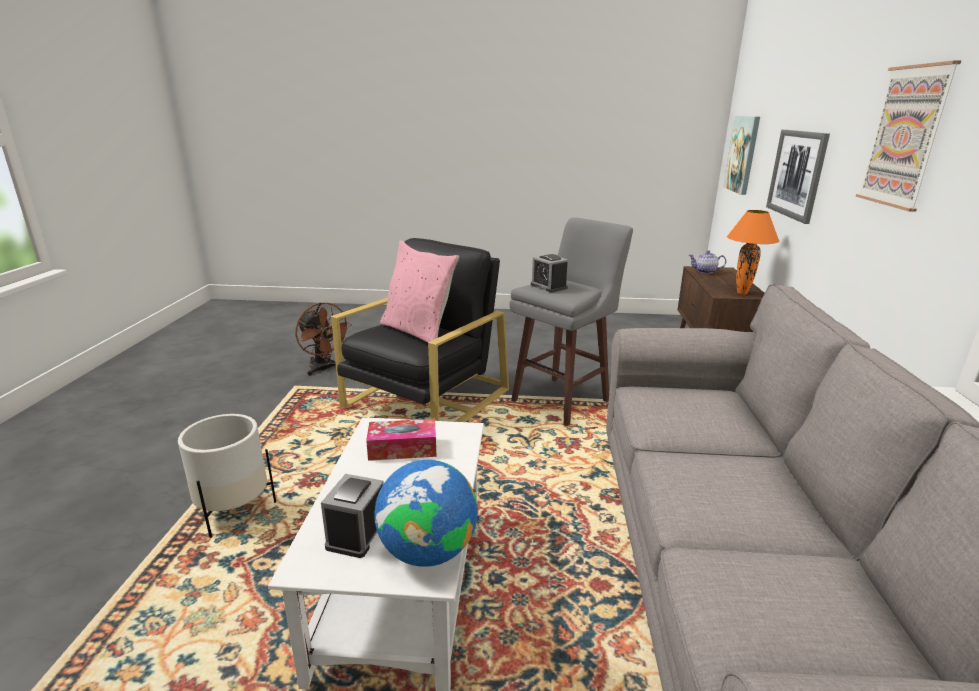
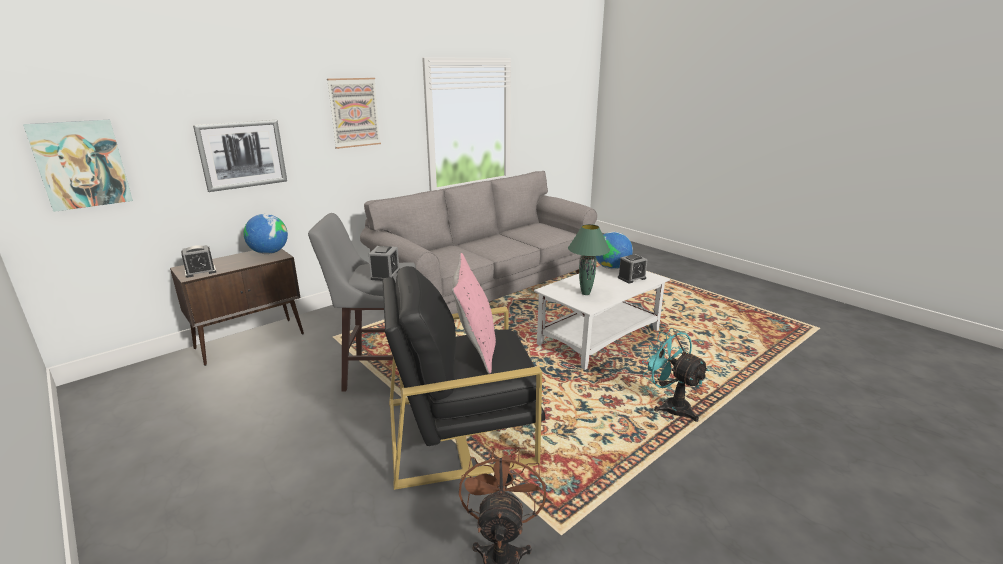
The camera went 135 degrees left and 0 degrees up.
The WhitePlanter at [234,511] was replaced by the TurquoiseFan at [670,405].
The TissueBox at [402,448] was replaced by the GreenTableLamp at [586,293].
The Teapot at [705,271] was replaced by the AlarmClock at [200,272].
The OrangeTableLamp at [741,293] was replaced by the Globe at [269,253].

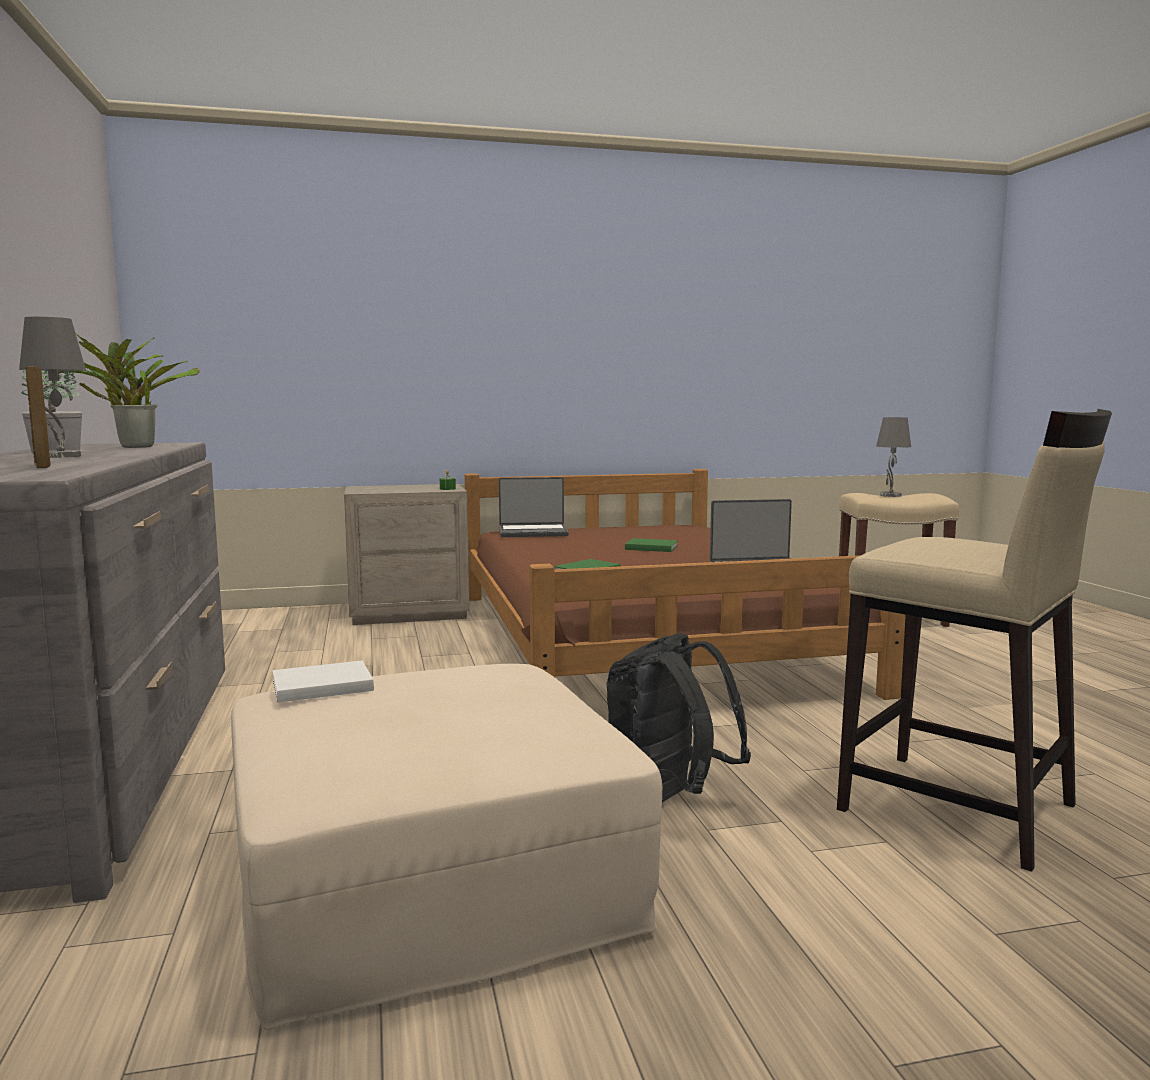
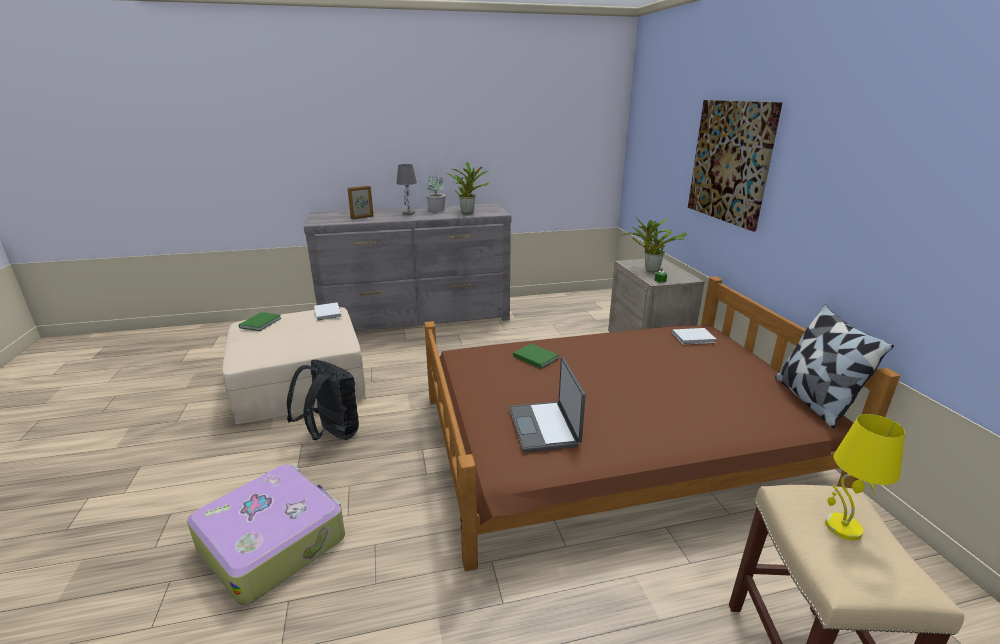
The camera went 90 degrees right and 15 degrees up.
The PottedPlant at [650,269] appeared.
The Picture at [730,162] appeared.
The Pillow at [813,401] appeared.
The GreenBook moved from [650,547] to [262,322].
The Laptop at [533,532] was replaced by the WhiteBook at [694,338].
The BeigeStool at [959,808] was replaced by the Suitcase at [273,541].
The GreyTableLamp at [890,495] became the YellowTableLamp at [841,527].

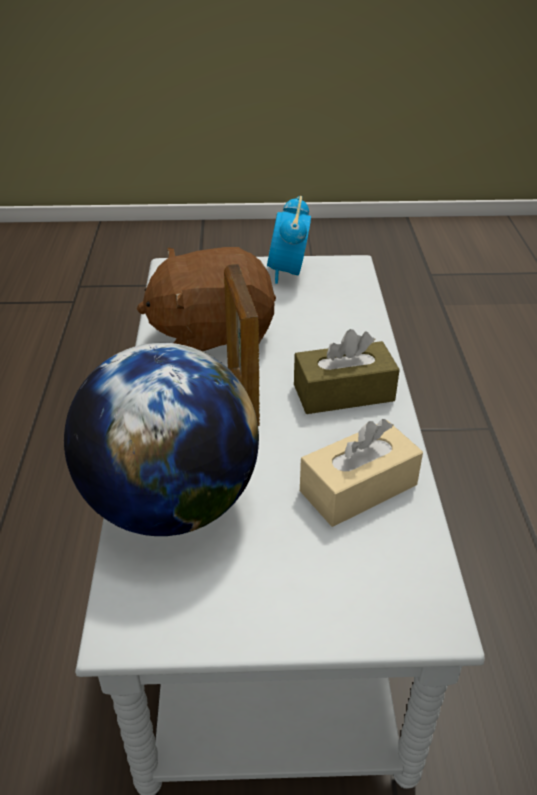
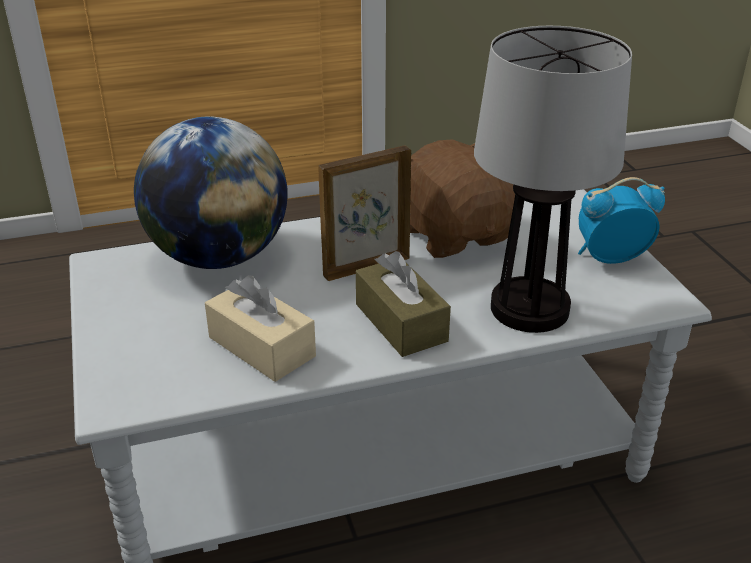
The camera went 75 degrees right and 5 degrees down.
The TableLamp at [528,308] appeared.

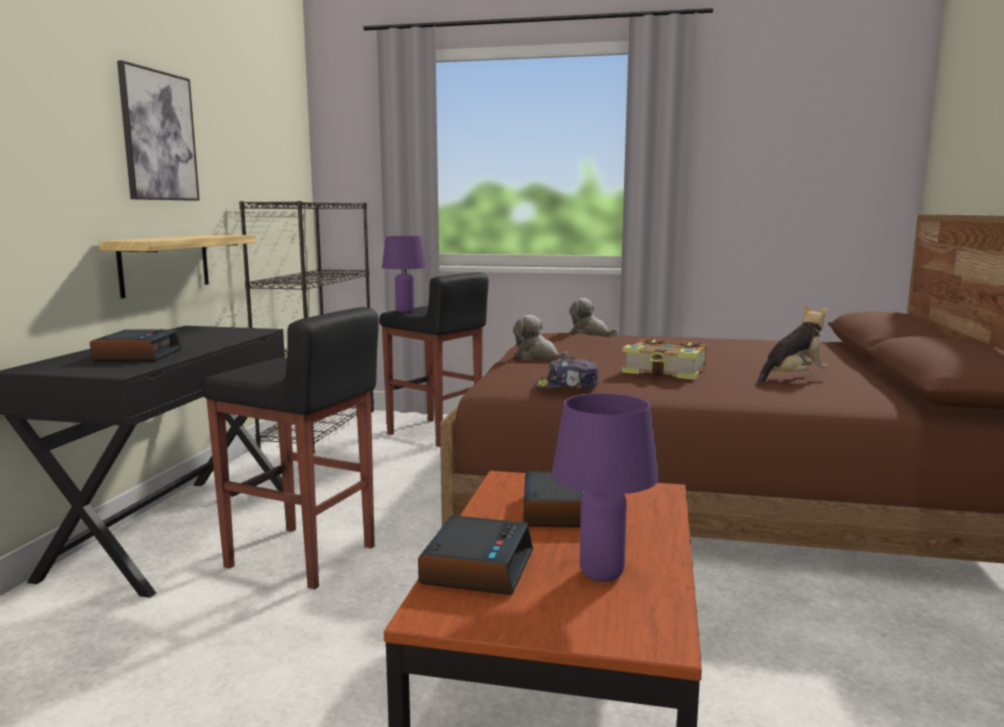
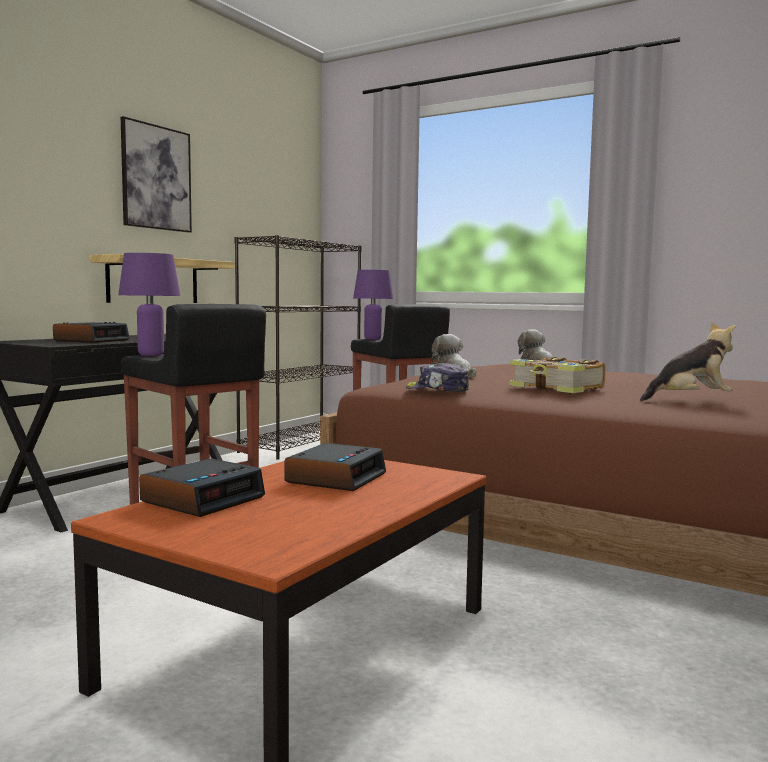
The camera went 20 degrees right and 5 degrees down.
The PurpleTableLamp moved from [600,574] to [150,355].

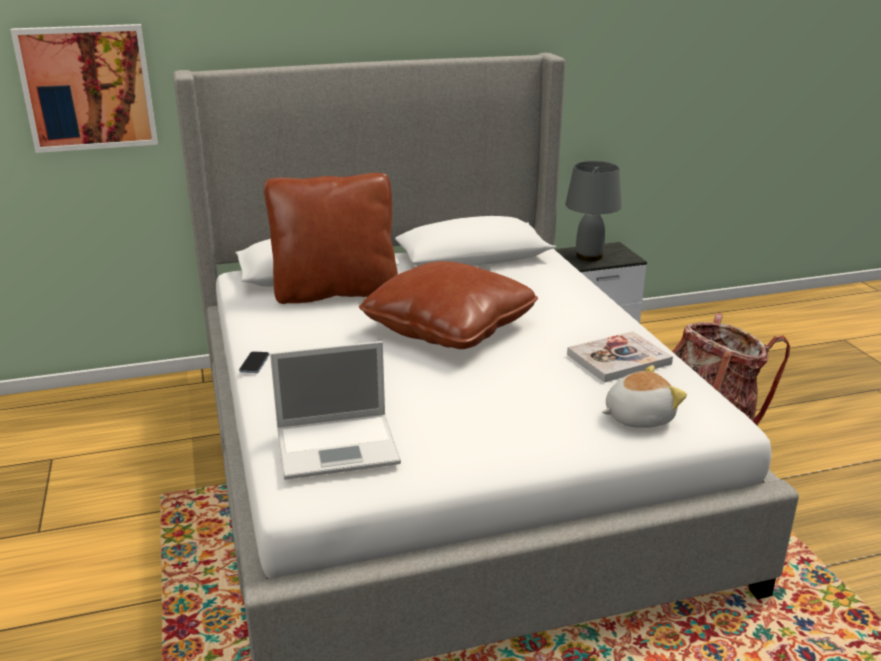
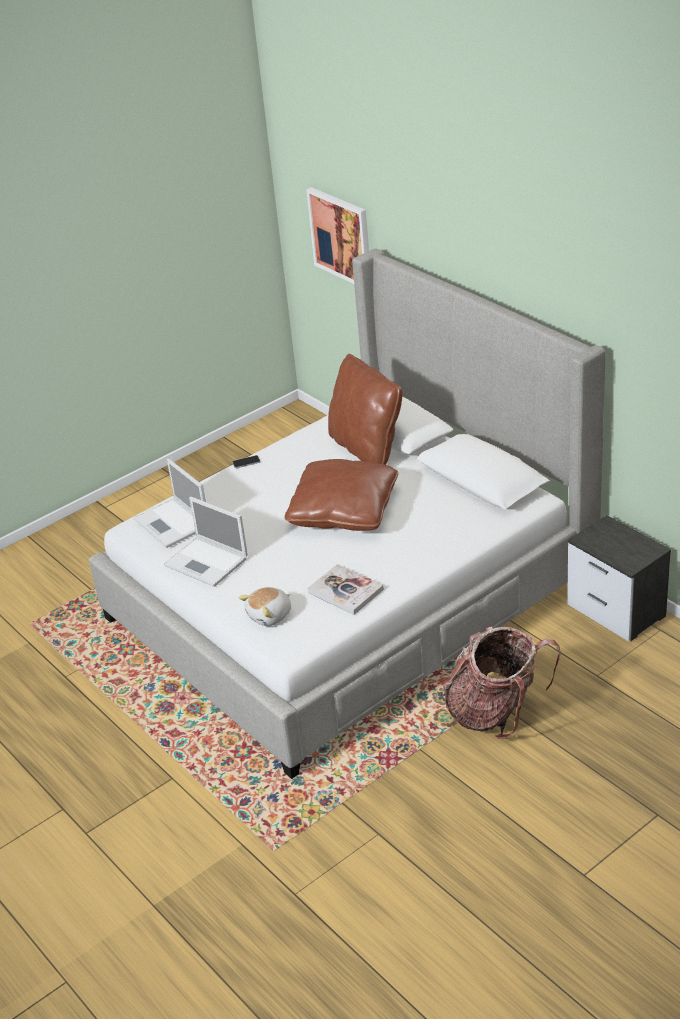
The camera went 70 degrees right and 10 degrees up.
The GreyTableLamp at [589,256] disappeared.
The Laptop at [207,562] appeared.
The PlushToy at [637,417] turned 90 degrees clockwise.

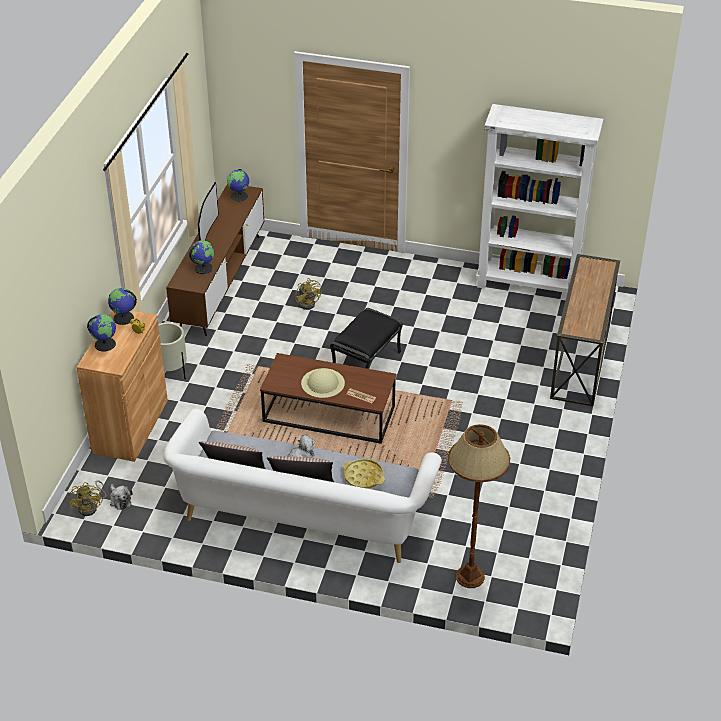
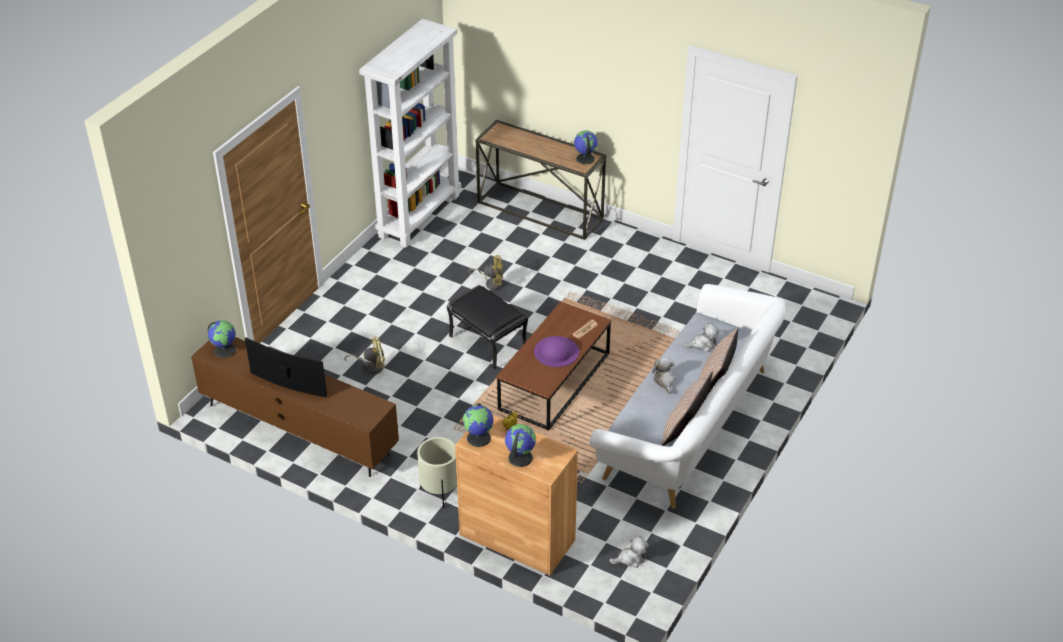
The camera went 75 degrees left and 0 degrees up.
The BrownFloorLamp at [469,577] disappeared.
The YellowFan moved from [91,507] to [491,283].
The Globe moved from [203,268] to [584,159].
The YellowTray at [363,477] was replaced by the PlushToy at [702,344].
The BeigeHat at [322,383] became the PurpleHat at [556,351].

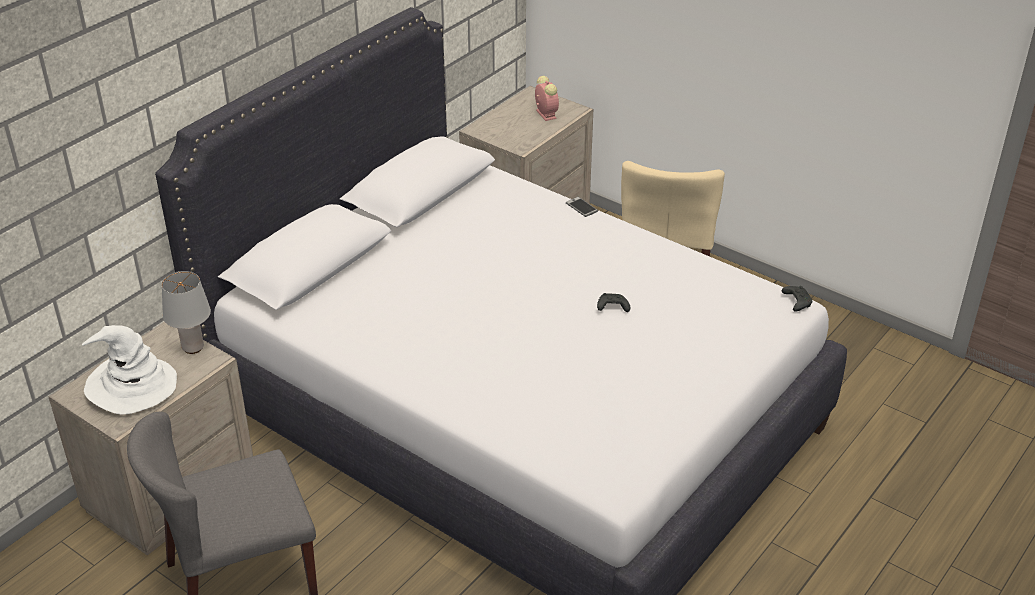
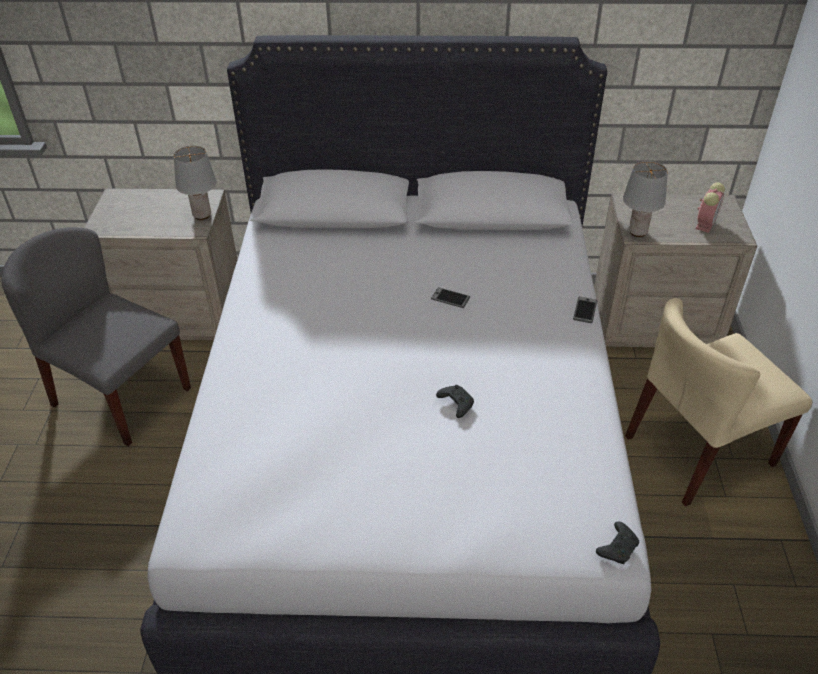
The camera went 55 degrees right and 5 degrees up.
The WhiteHat at [130,385] disappeared.
The Phone at [450,298] appeared.
The GreyTableLamp at [637,232] appeared.

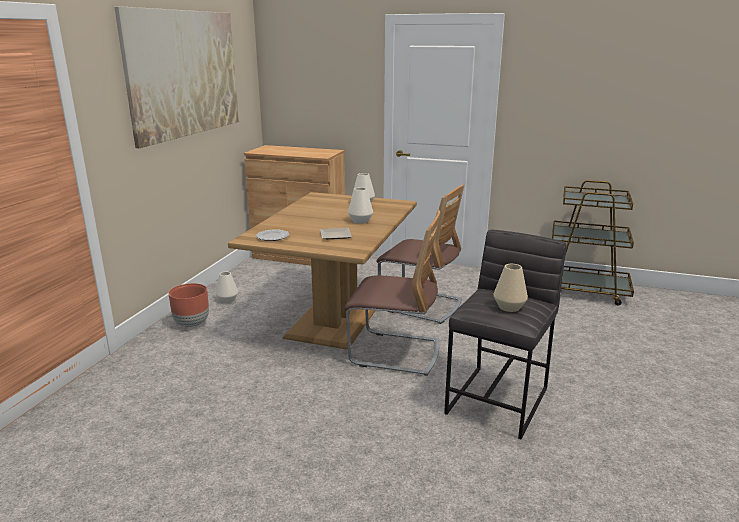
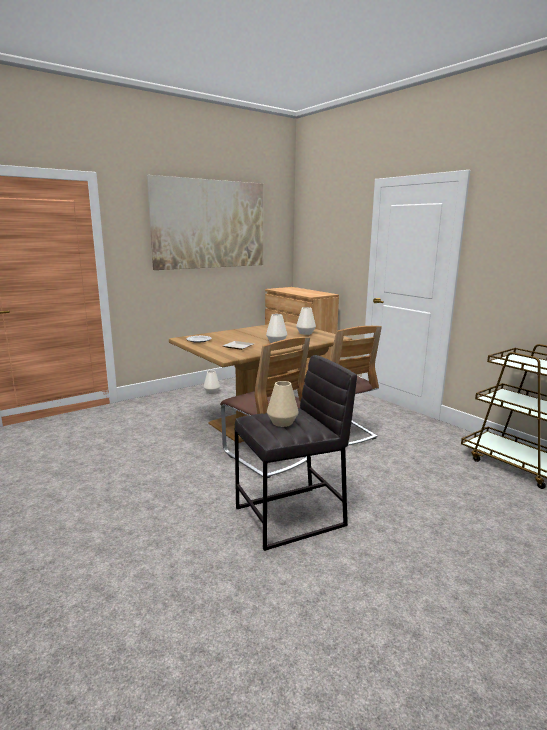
The camera went 35 degrees right and 5 degrees down.
The BrownPlanter at [192,324] disappeared.

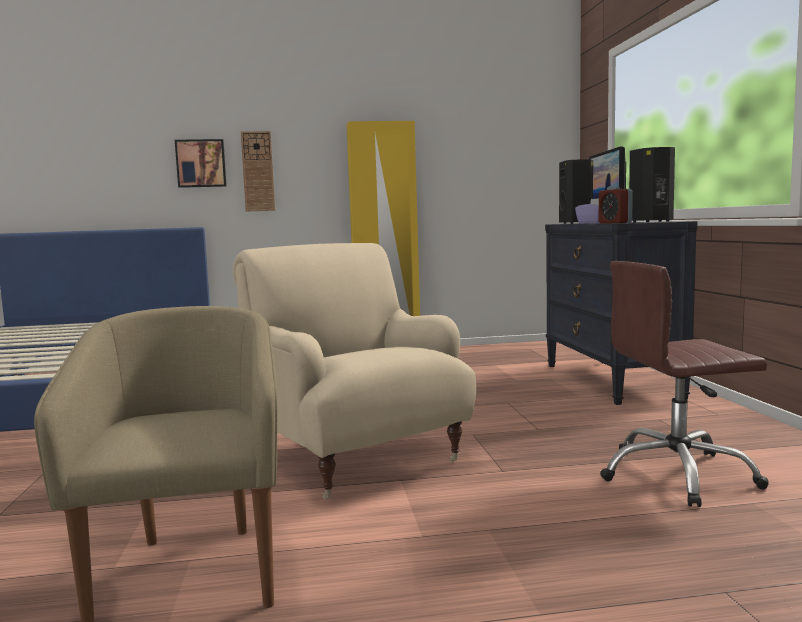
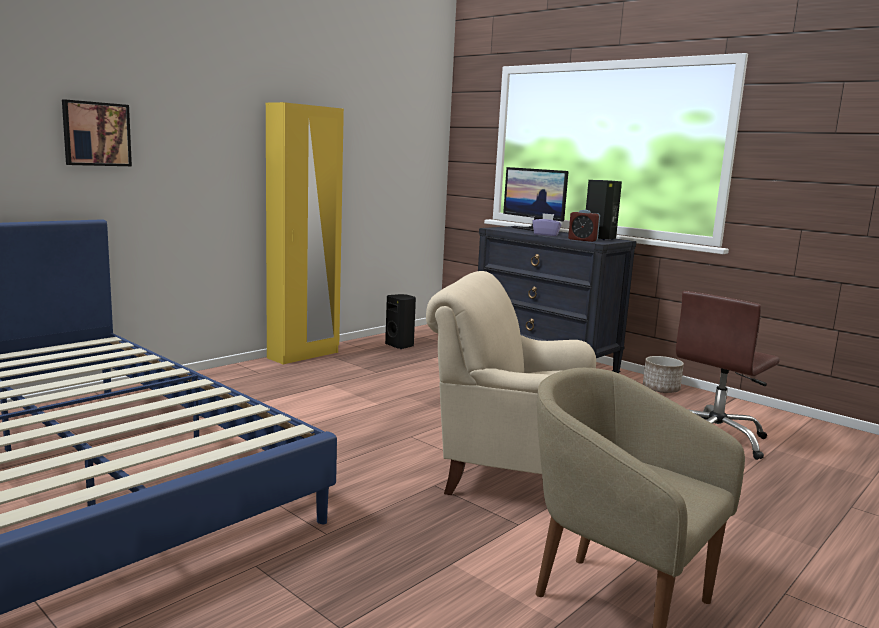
The camera went 40 degrees left and 5 degrees up.
The WallClock at [258,171] disappeared.
The Planter at [661,389] appeared.
The BlackSpeaker moved from [576,223] to [400,345].

